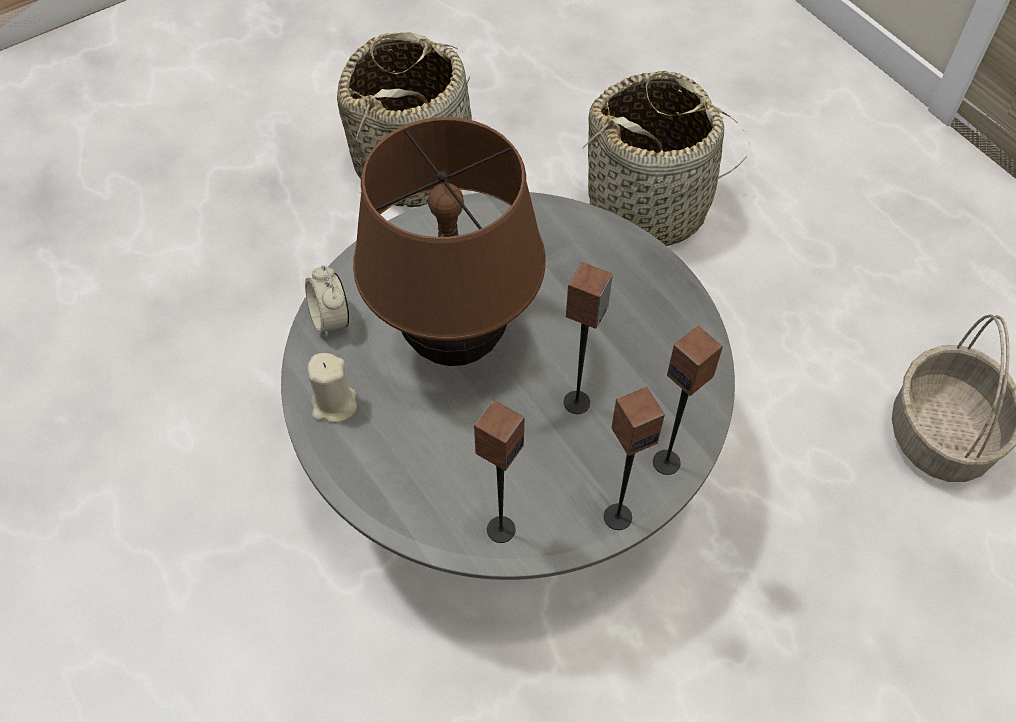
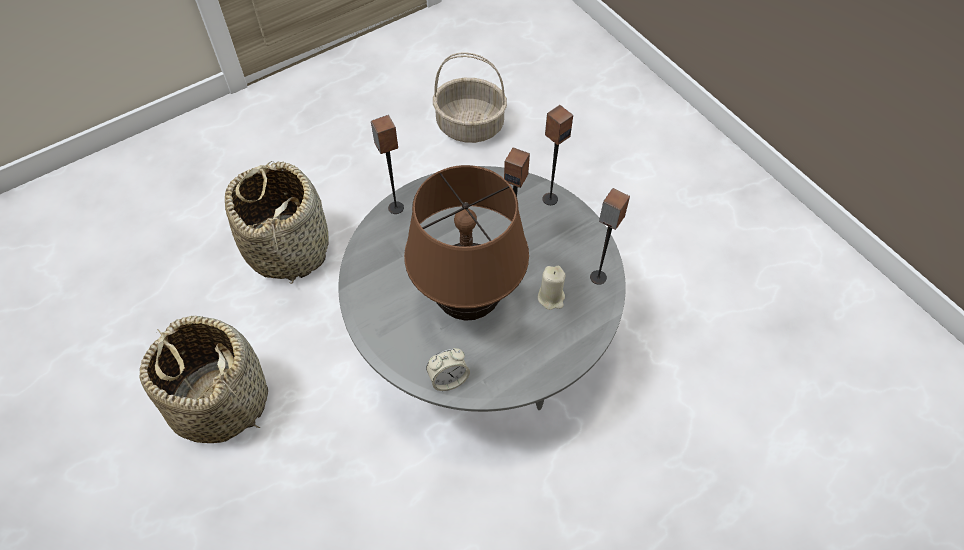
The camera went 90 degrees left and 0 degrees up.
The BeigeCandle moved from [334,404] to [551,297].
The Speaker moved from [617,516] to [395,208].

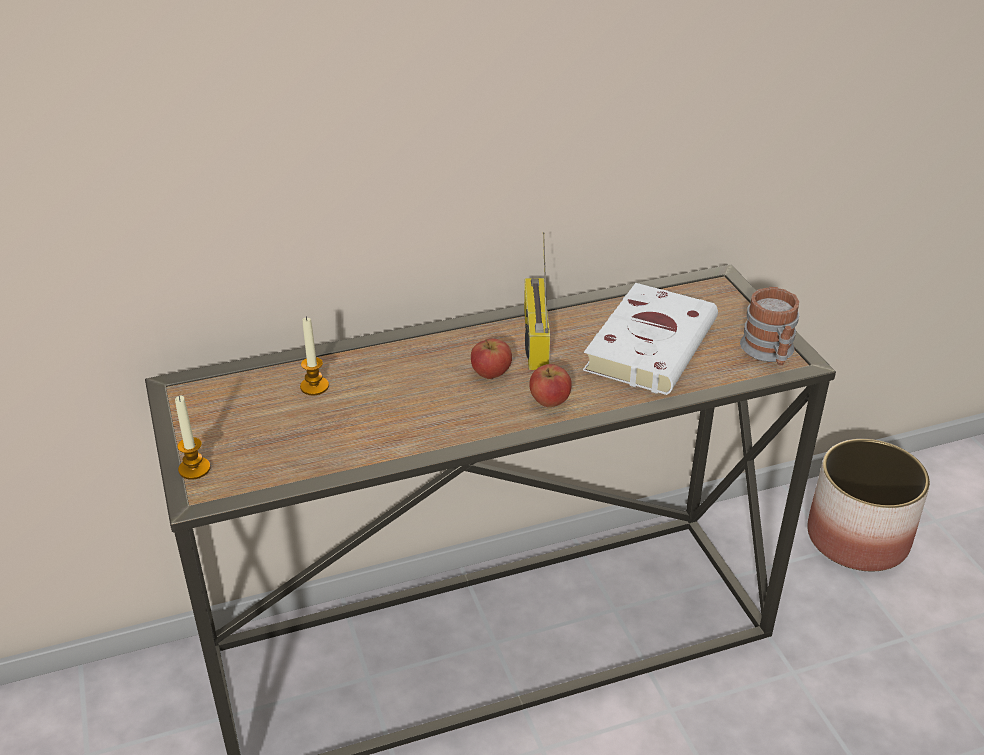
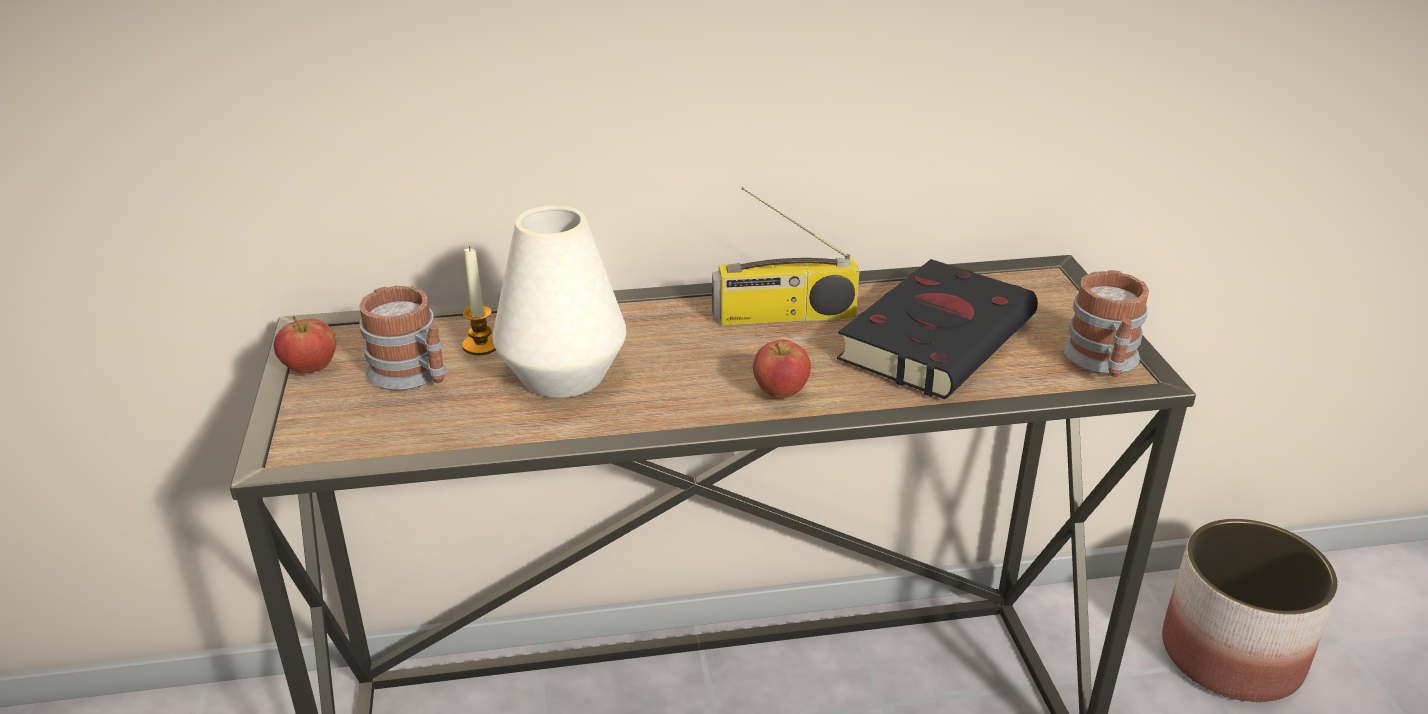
The camera went 10 degrees right and 5 degrees down.
The Candle at [194,469] disappeared.
The Mug at [413,376] appeared.
The WhiteVase at [563,375] appeared.
The Apple moved from [491,374] to [311,368].
The WhiteBook at [651,344] became the BlackBook at [939,336].
The Radio at [534,338] turned 105 degrees counterclockwise.

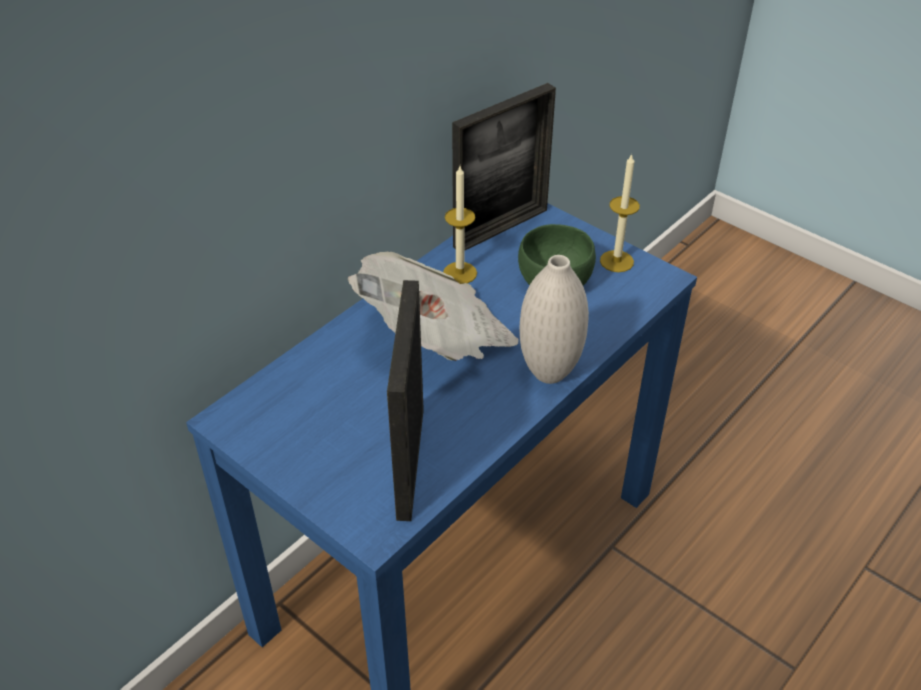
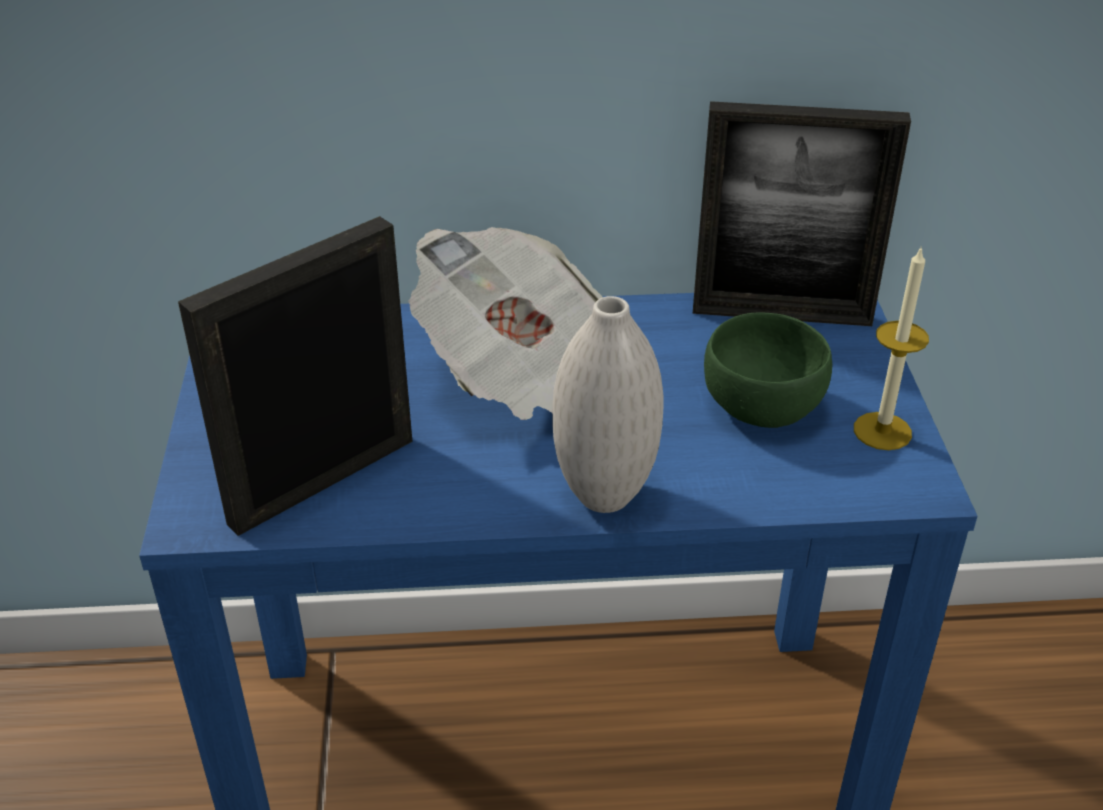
The camera went 45 degrees right and 5 degrees down.
The Candle at [460,273] disappeared.

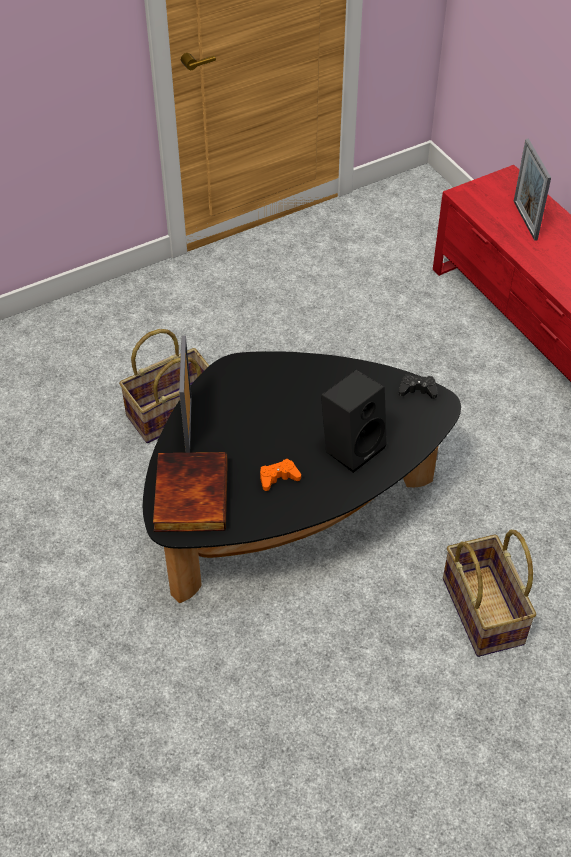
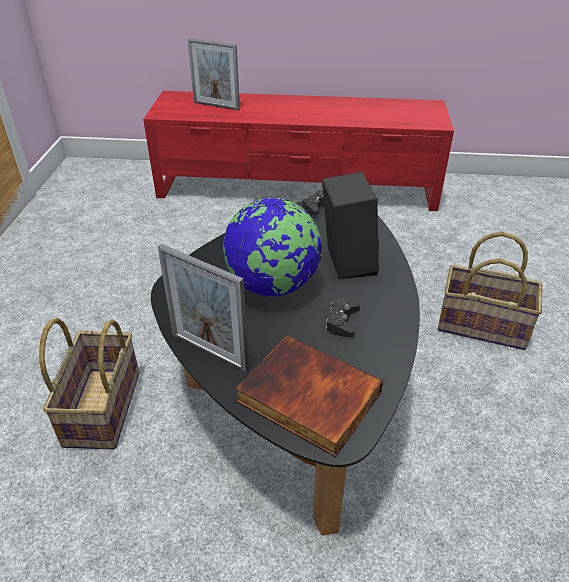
The camera went 55 degrees left and 10 degrees down.
The Globe at [273,285] appeared.
The OrangeGameController at [278,478] became the BlackGameController at [342,322].

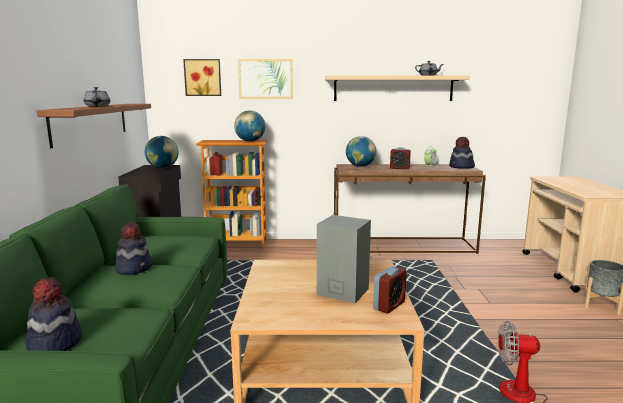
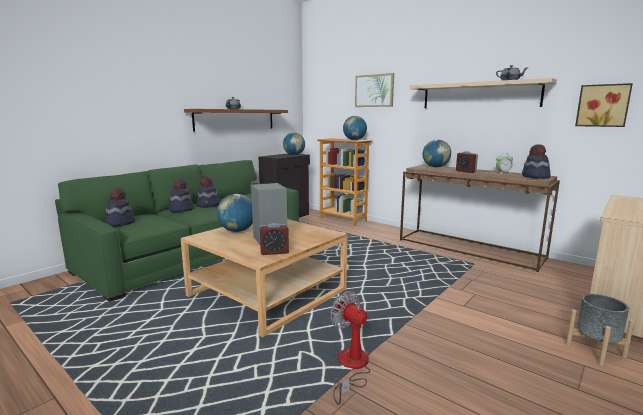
The camera went 40 degrees right and 0 degrees up.
The Hat at [181,209] appeared.
The Globe at [237,231] appeared.
The Picture moved from [203,77] to [602,105].

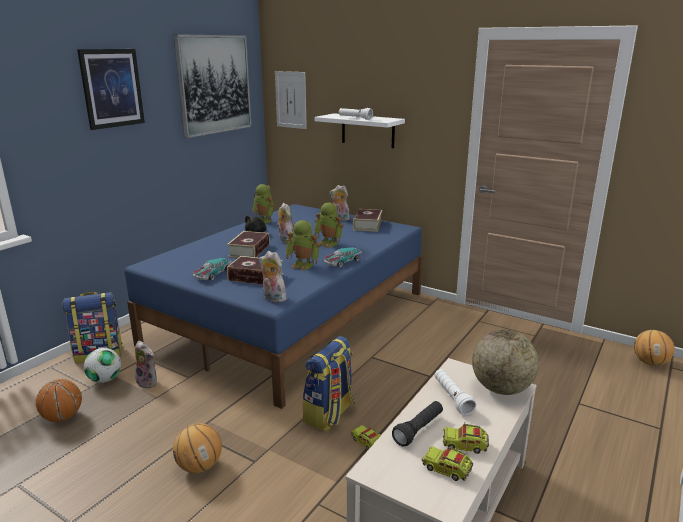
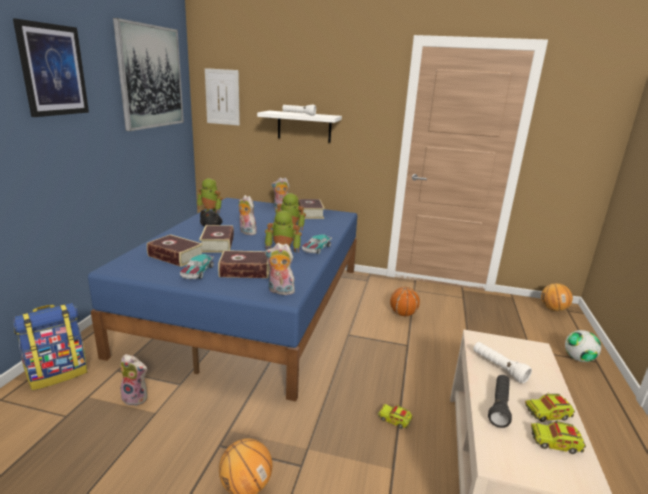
The camera went 20 degrees left and 0 degrees up.
The Backpack at [329,414] disappeared.
The Globe at [501,388] disappeared.
The Book at [175,256] appeared.
The Basketball moved from [62,417] to [403,314].
The Football moved from [105,379] to [578,359].

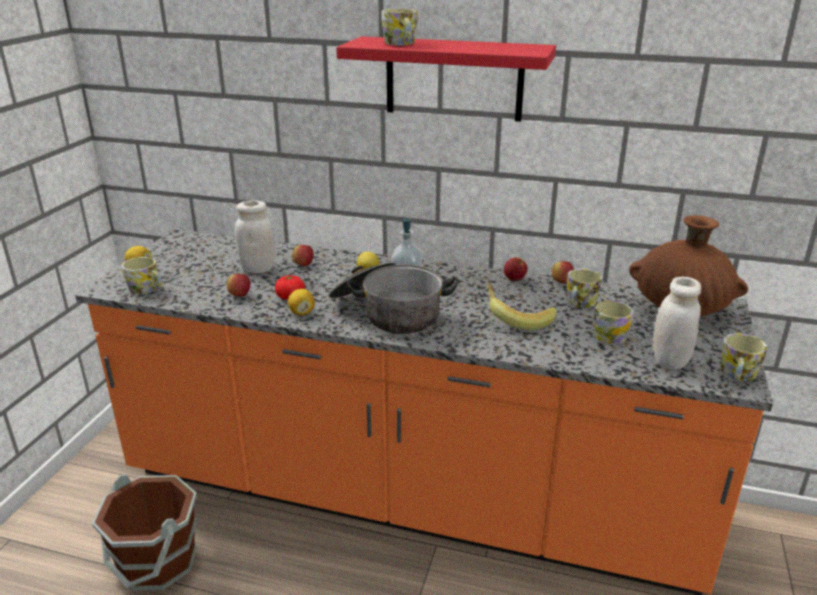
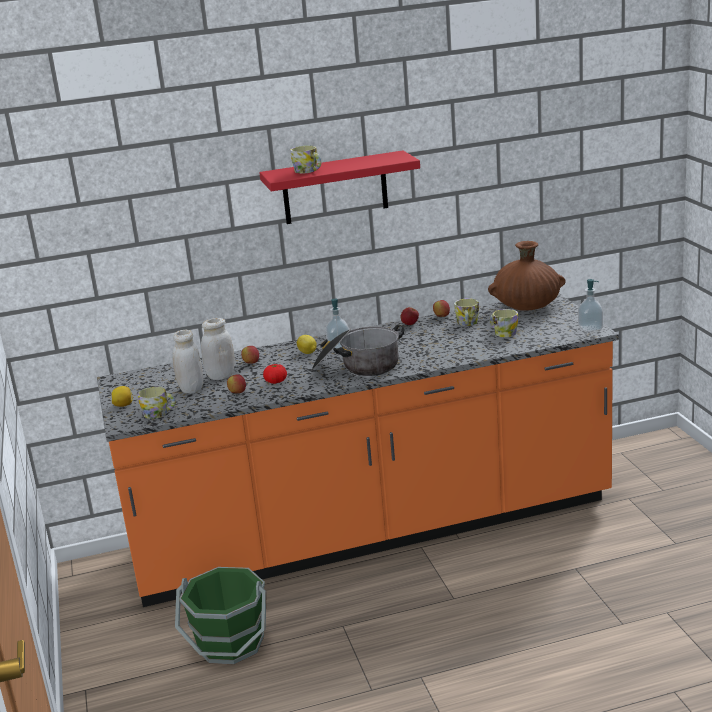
The camera went 30 degrees left and 5 degrees down.
The Lemon at [301,312] disappeared.
The Banana at [517,318] disappeared.
The WhiteJar moved from [670,361] to [191,389].
The Mug at [737,375] was replaced by the SoapDispenser at [590,328].
The BrownBucket at [156,562] became the GreenBucket at [230,644].

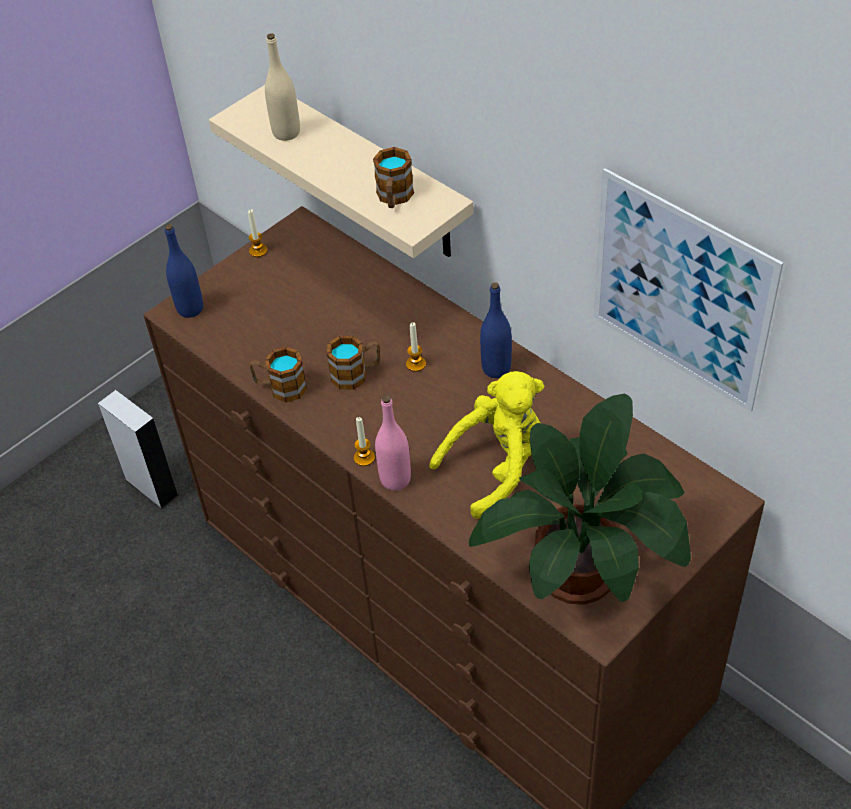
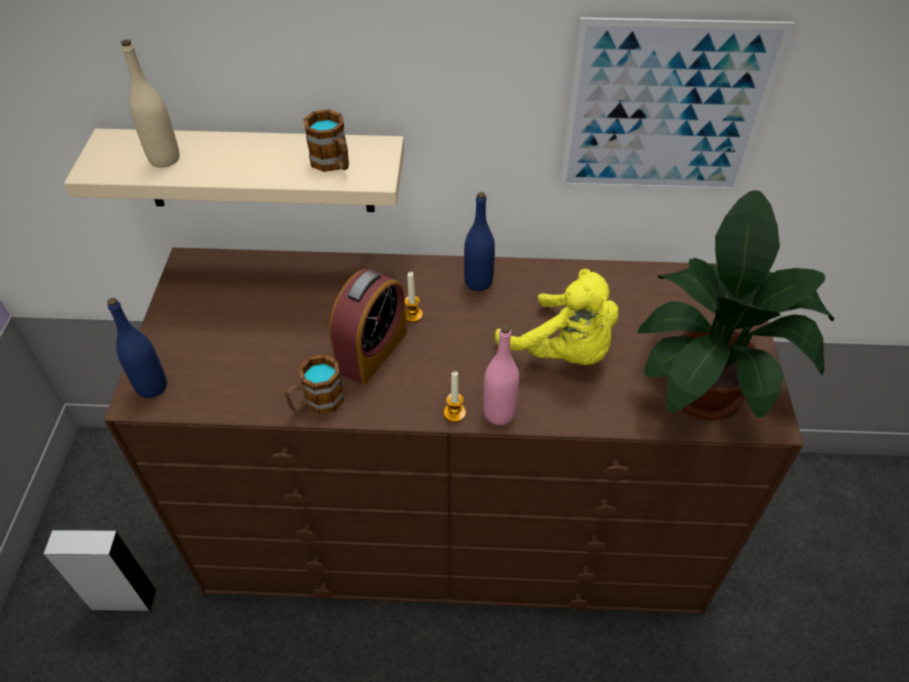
The camera went 45 degrees left and 0 degrees up.
The Candle at [258,251] disappeared.
The Mug at [356,374] was replaced by the AlarmClock at [372,351].
The YellowPlushToy at [497,466] turned 120 degrees clockwise.

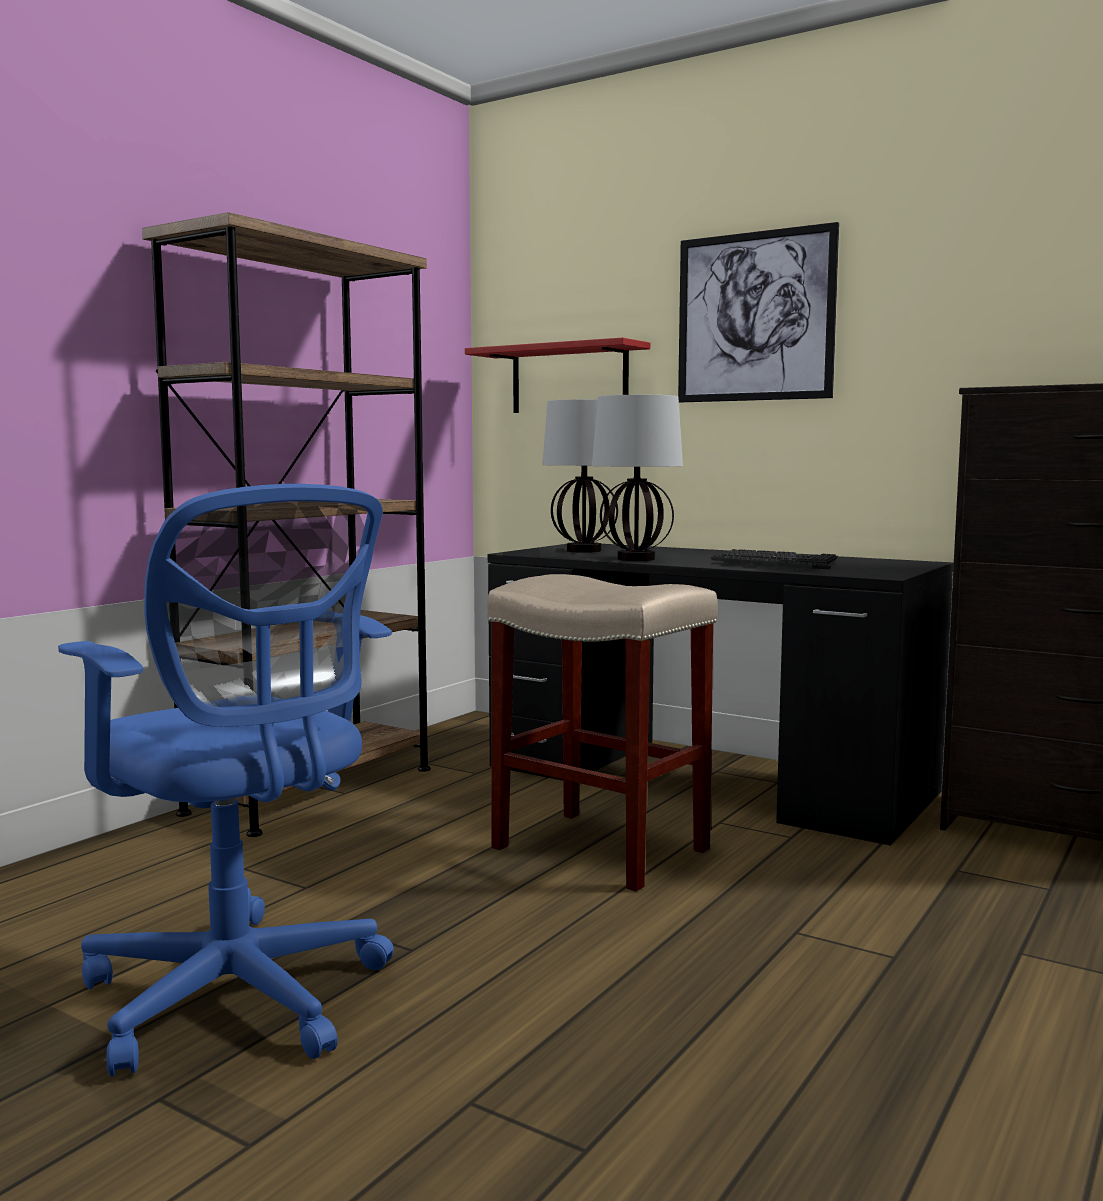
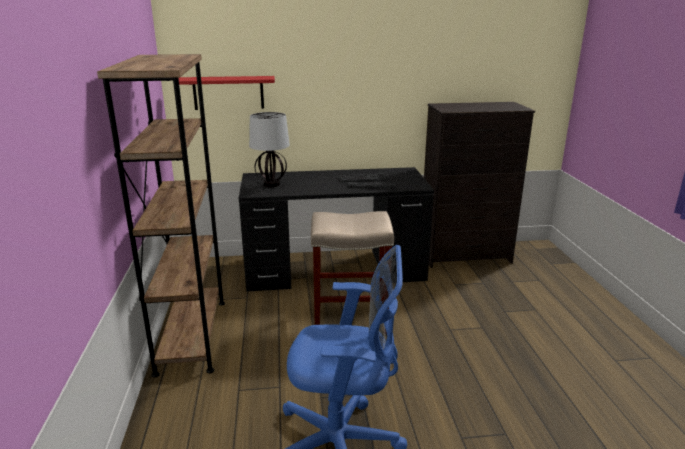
The camera went 40 degrees left and 15 degrees up.
The TableLamp at [636,559] disappeared.
The Picture at [755,317] disappeared.

